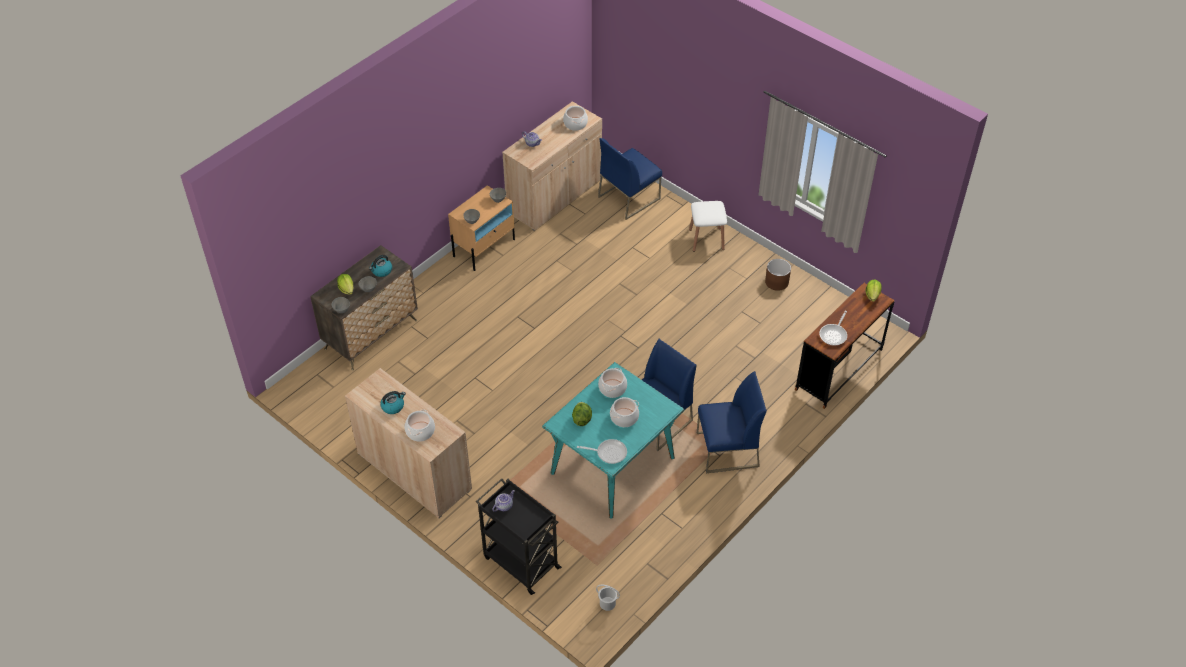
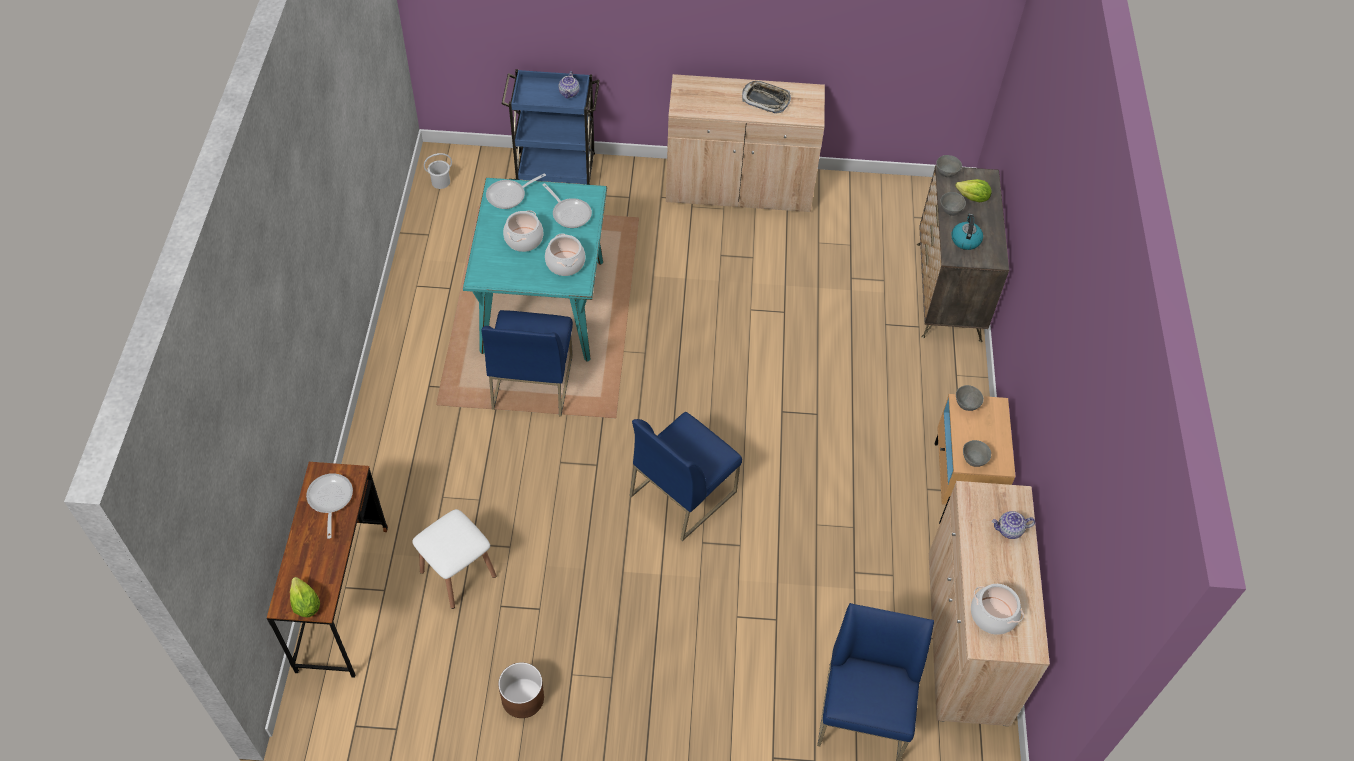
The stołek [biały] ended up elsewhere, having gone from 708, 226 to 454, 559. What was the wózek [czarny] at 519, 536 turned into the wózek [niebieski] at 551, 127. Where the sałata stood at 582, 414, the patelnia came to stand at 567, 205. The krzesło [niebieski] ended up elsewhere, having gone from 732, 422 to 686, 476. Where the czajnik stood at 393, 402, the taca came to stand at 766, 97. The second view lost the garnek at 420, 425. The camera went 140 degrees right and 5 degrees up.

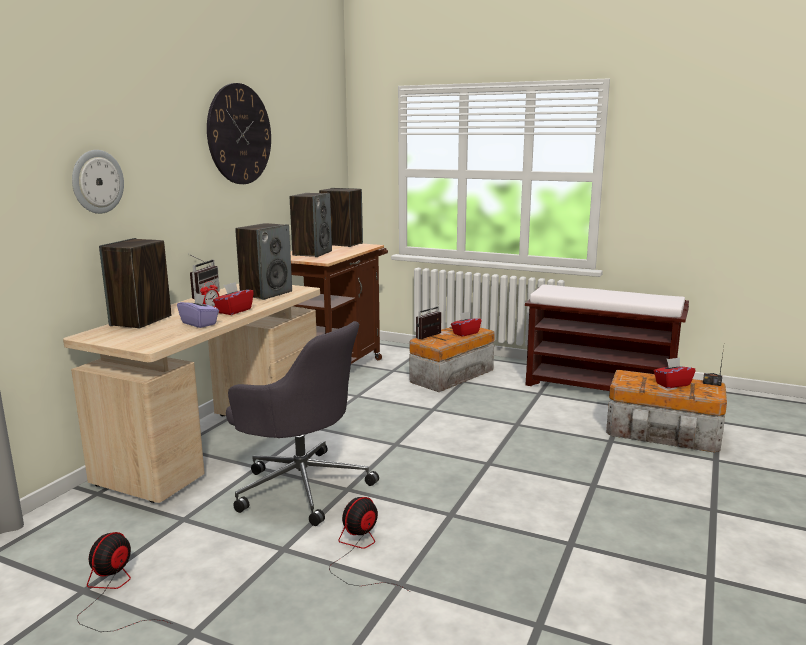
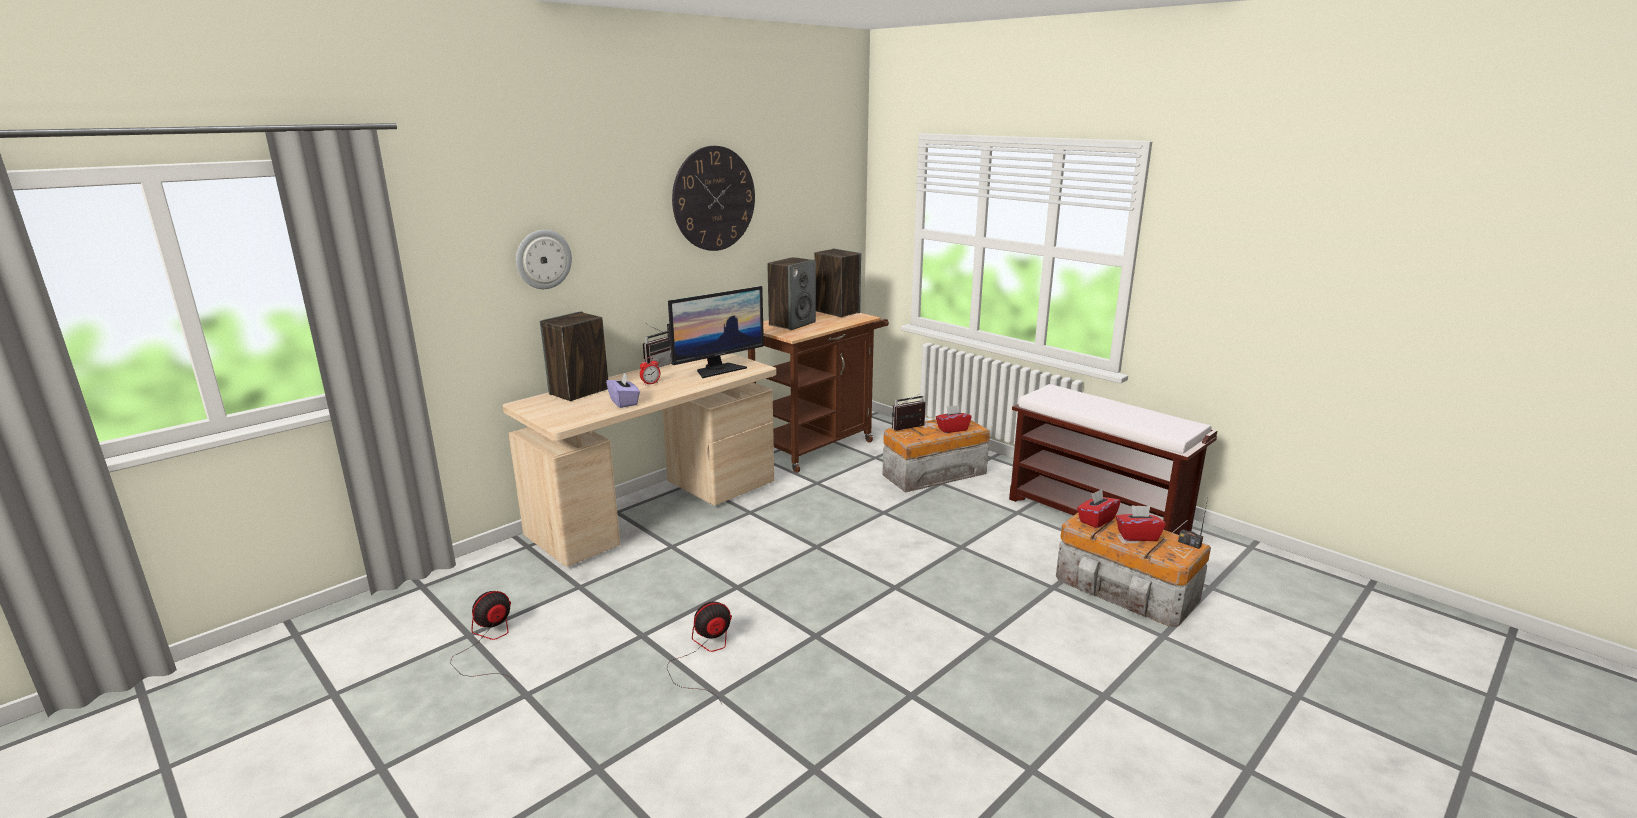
Where the głośnik stood at 263, 261, the monitor came to stand at 715, 332. The pudełko chusteczek [czerwony] ended up elsewhere, having gone from 233, 298 to 1099, 508. The second view lost the krzesło biurowe [szary] at 302, 423. The camera went 20 degrees right and 5 degrees up.

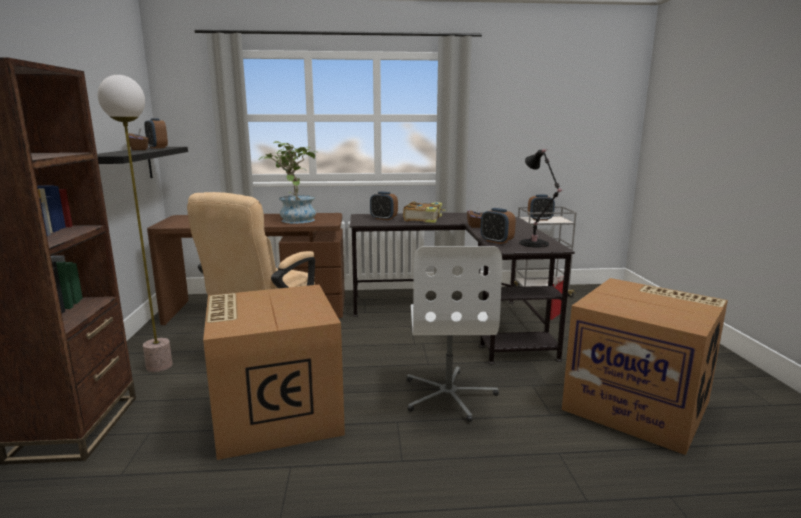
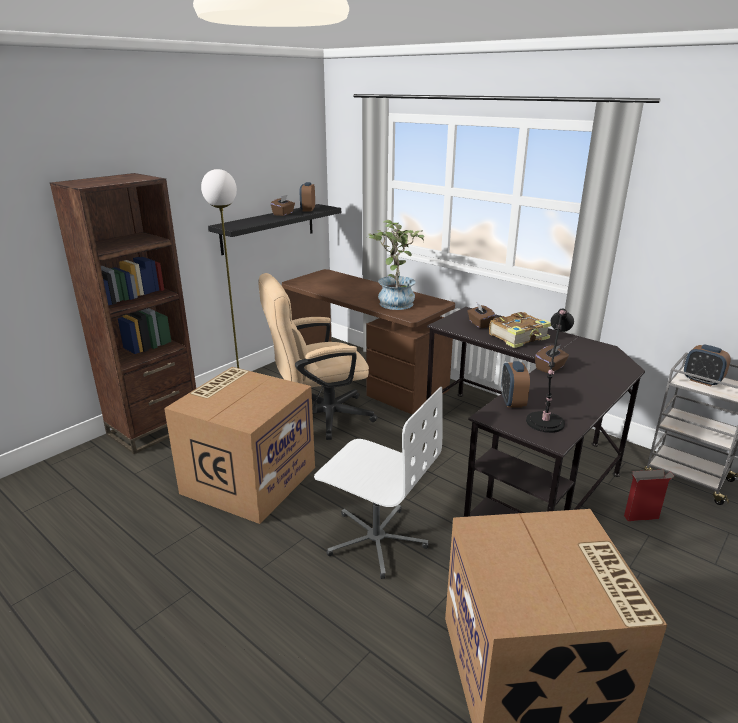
The krzesło biurowe [biały] at 454, 334 ended up facing another way, 105 degrees counterclockwise from before. Where the budzik stood at 384, 206, the pudełko chusteczek [brązowy] came to stand at 481, 315. The camera went 45 degrees right and 10 degrees up.

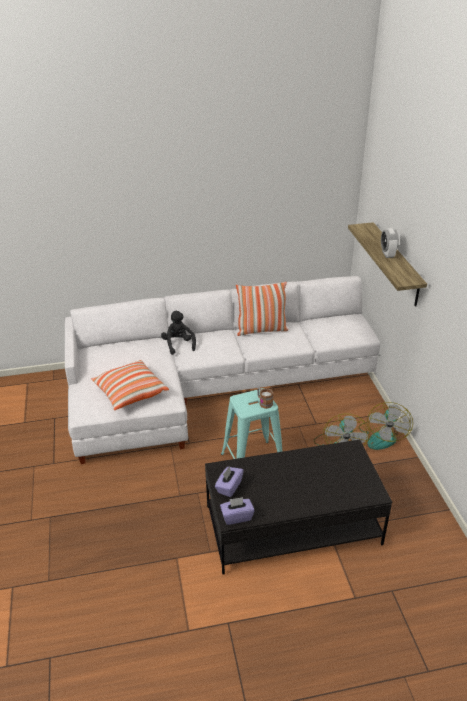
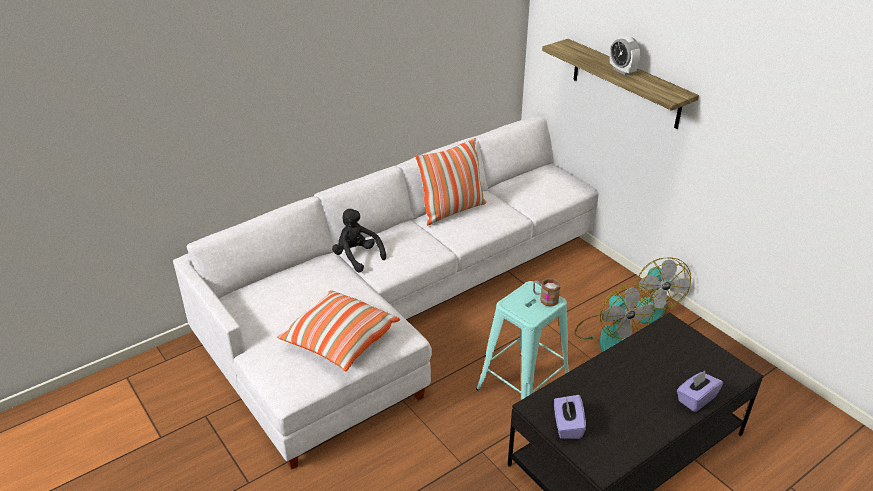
The pudełko chusteczek [fioletowy] ended up elsewhere, having gone from 237, 511 to 700, 391. The camera went 25 degrees left and 0 degrees up.

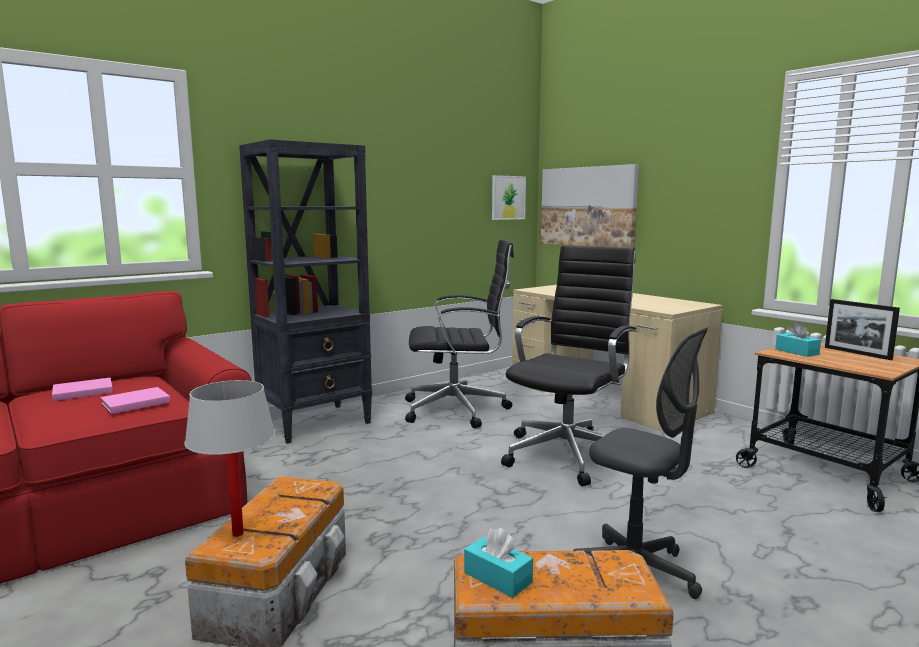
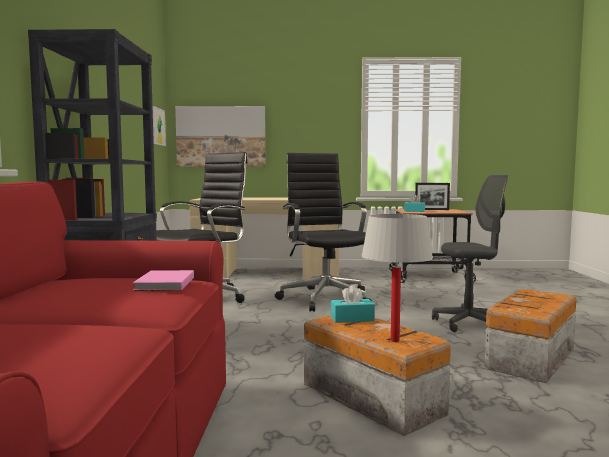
The pudełko chusteczek [turkusowy] ended up elsewhere, having gone from 498, 563 to 353, 304. The second view lost the książka [różowy] at 82, 389. The camera went 50 degrees left and 5 degrees down.

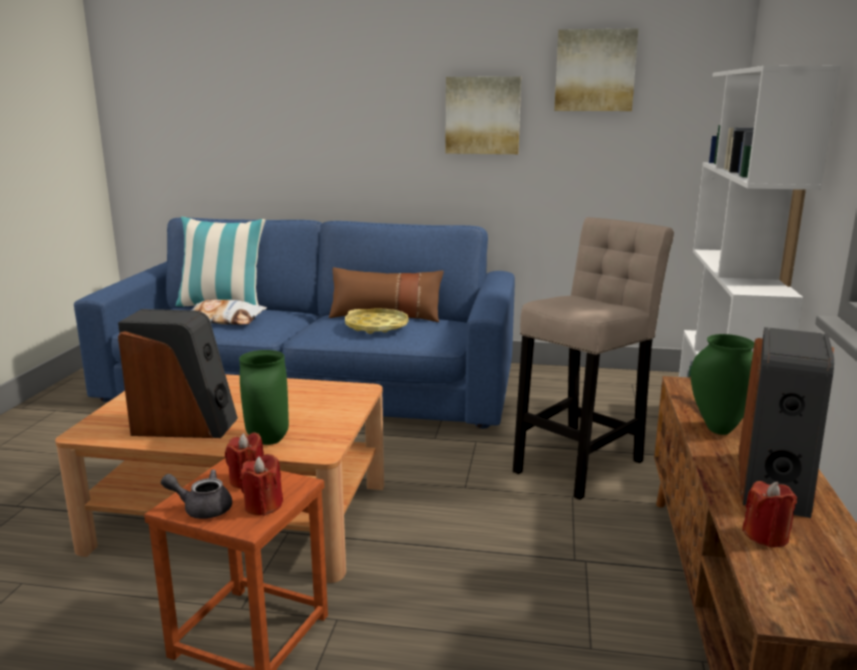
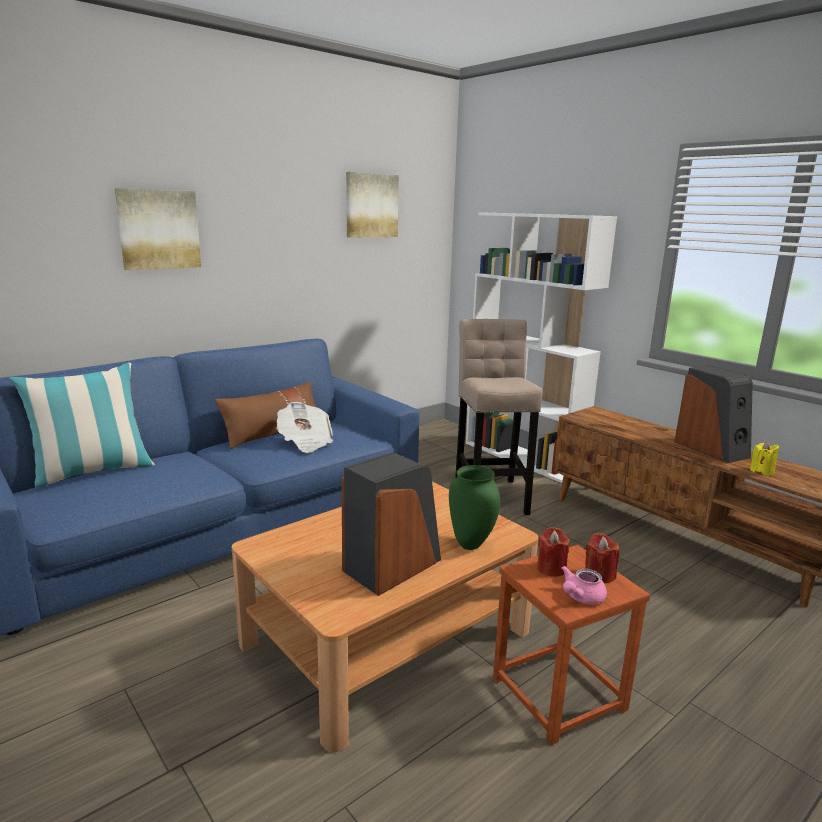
The obraz ended up elsewhere, having gone from 483, 115 to 158, 229. Where the taca [żółty] stood at 376, 321, the gazeta came to stand at 305, 427. What was the imbryk [szary] at 196, 494 turned into the imbryk [różowy] at 584, 585. What was the świeca [czerwony] at 769, 514 turned into the świeca [żółty] at 764, 458. The second view lost the poduszka at 229, 312. The second view lost the wazon [zielony] at 722, 384. The camera went 50 degrees left and 0 degrees up.

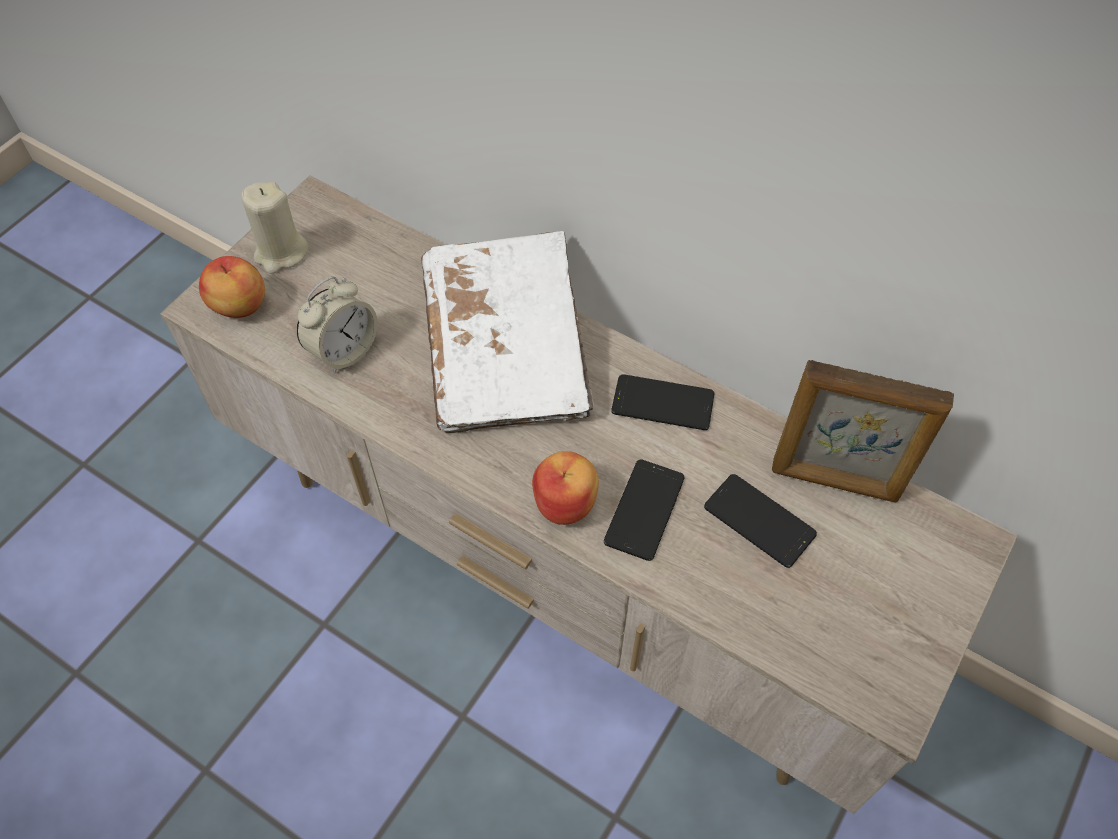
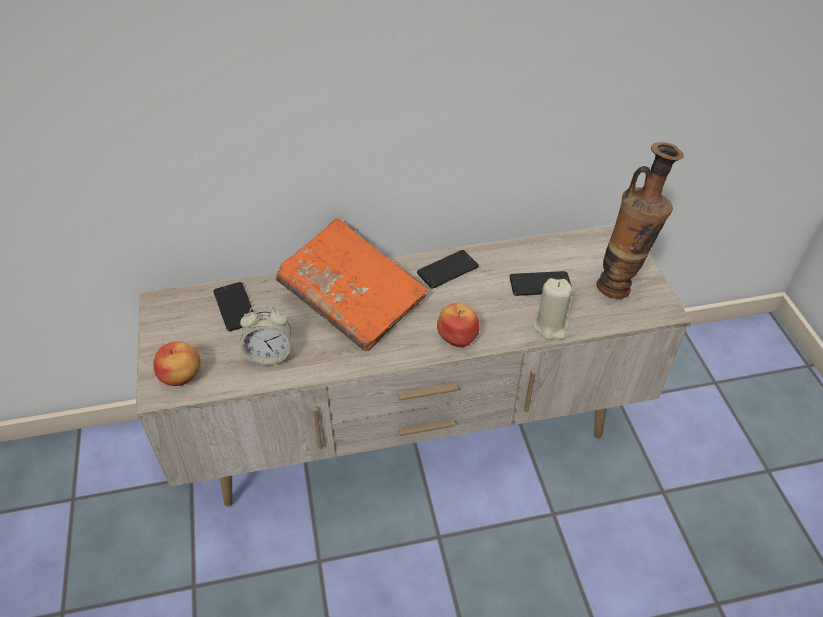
The telefon ended up elsewhere, having gone from 644, 510 to 233, 306. The budzik at 337, 325 ended up facing another way, 90 degrees clockwise from before. What was the książka [biały] at 507, 332 turned into the książka [pomarańczowy] at 352, 284. The świeca [beżowy] ended up elsewhere, having gone from 275, 228 to 552, 309. The second view gained the wazon at 640, 220. The second view lost the ramka na zdjęcie at 863, 431. The camera went 45 degrees left and 10 degrees down.

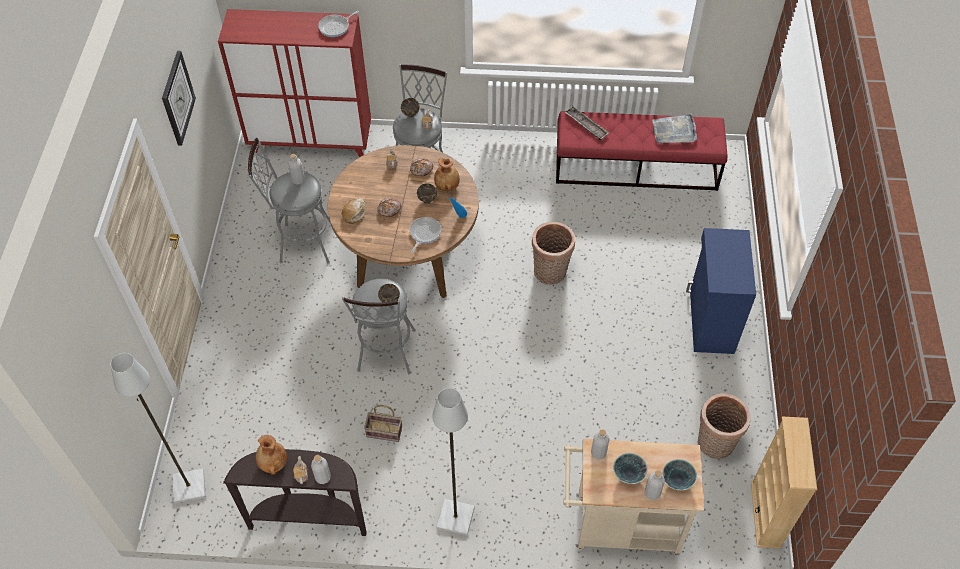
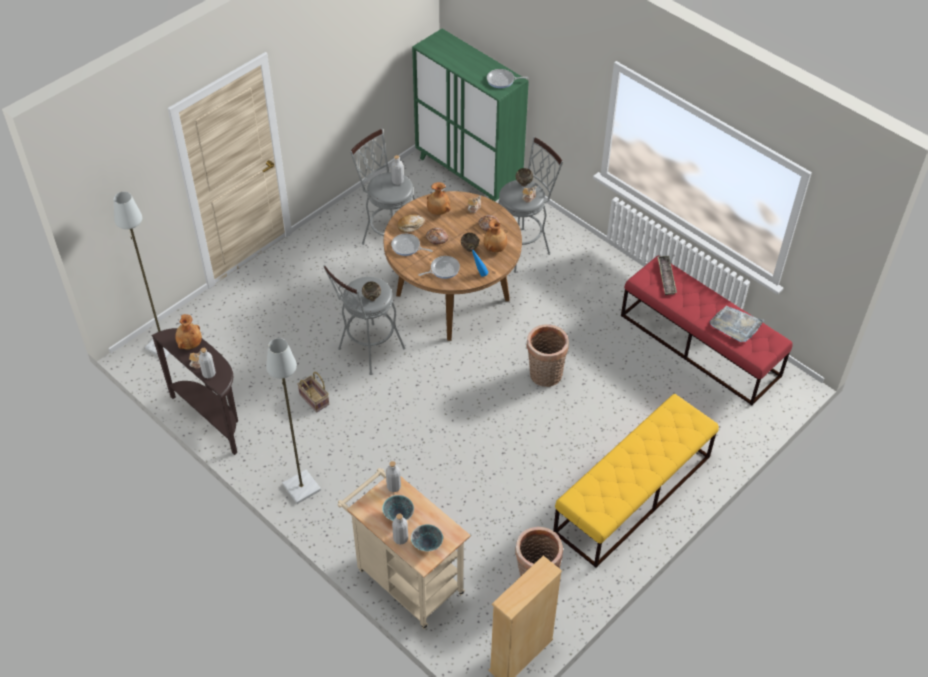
The second view gained the patelnia at 412, 245. What was the szafka [czerwony] at 294, 83 turned into the szafka [zielony] at 470, 115. The second view gained the wazon [brązowy] at 439, 198. Where the szafka [niebieski] stood at 721, 291, the ławka [żółty] came to stand at 636, 481. The second view lost the zegar ścienny at 179, 98. The camera went 40 degrees right and 5 degrees down.

